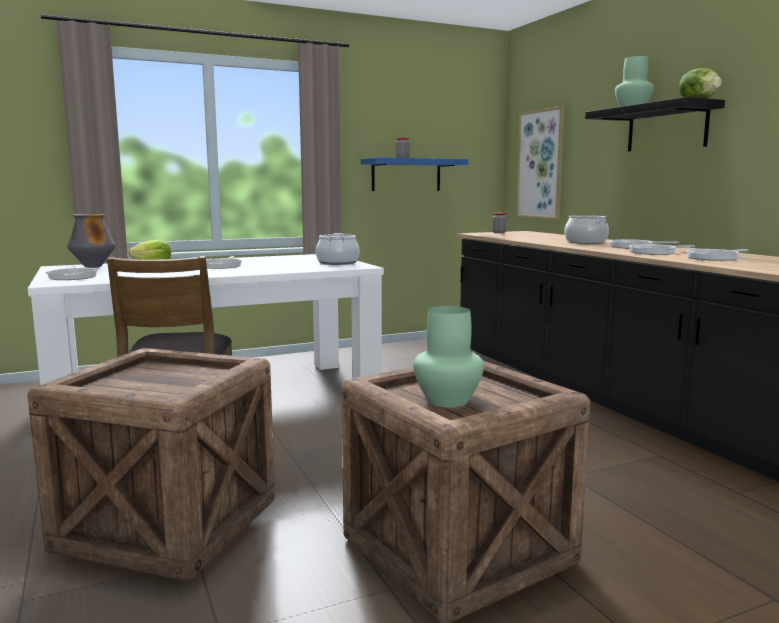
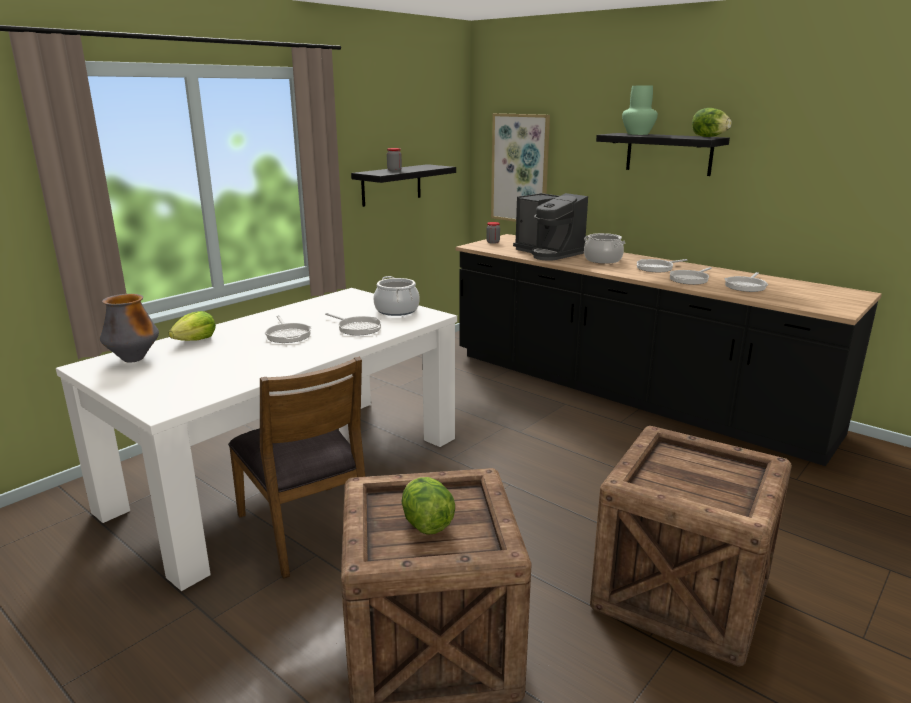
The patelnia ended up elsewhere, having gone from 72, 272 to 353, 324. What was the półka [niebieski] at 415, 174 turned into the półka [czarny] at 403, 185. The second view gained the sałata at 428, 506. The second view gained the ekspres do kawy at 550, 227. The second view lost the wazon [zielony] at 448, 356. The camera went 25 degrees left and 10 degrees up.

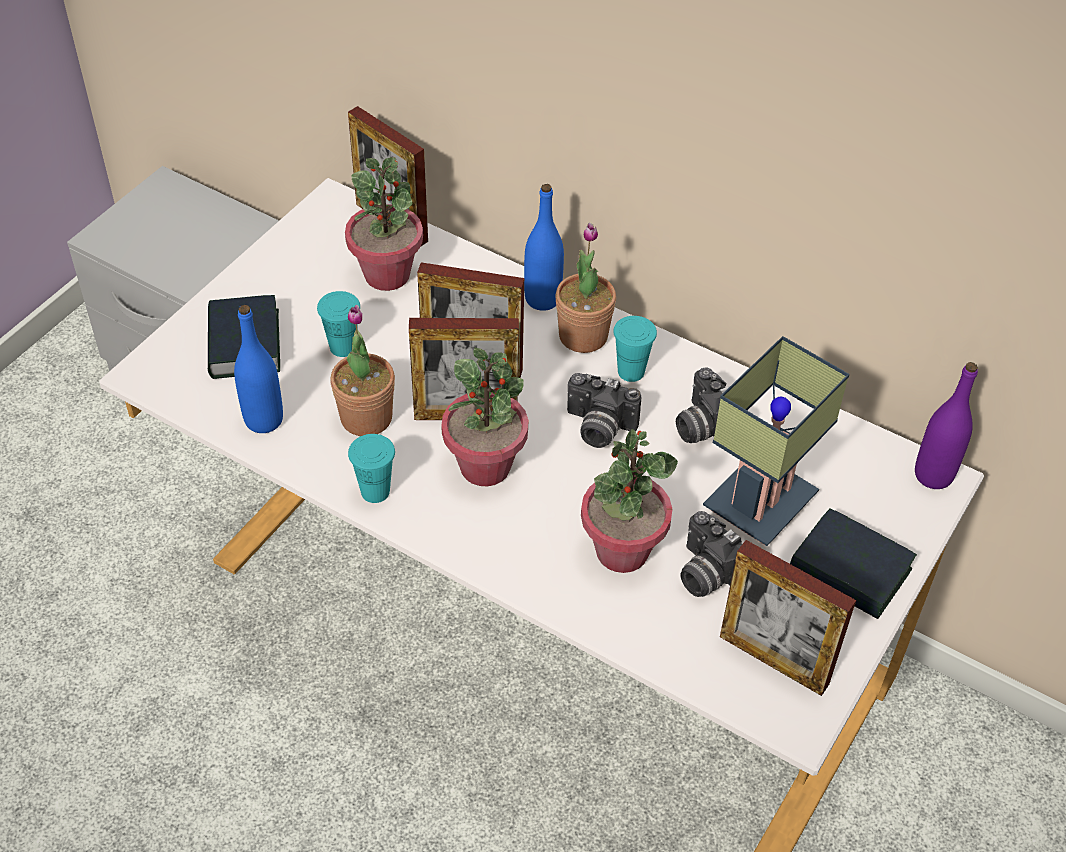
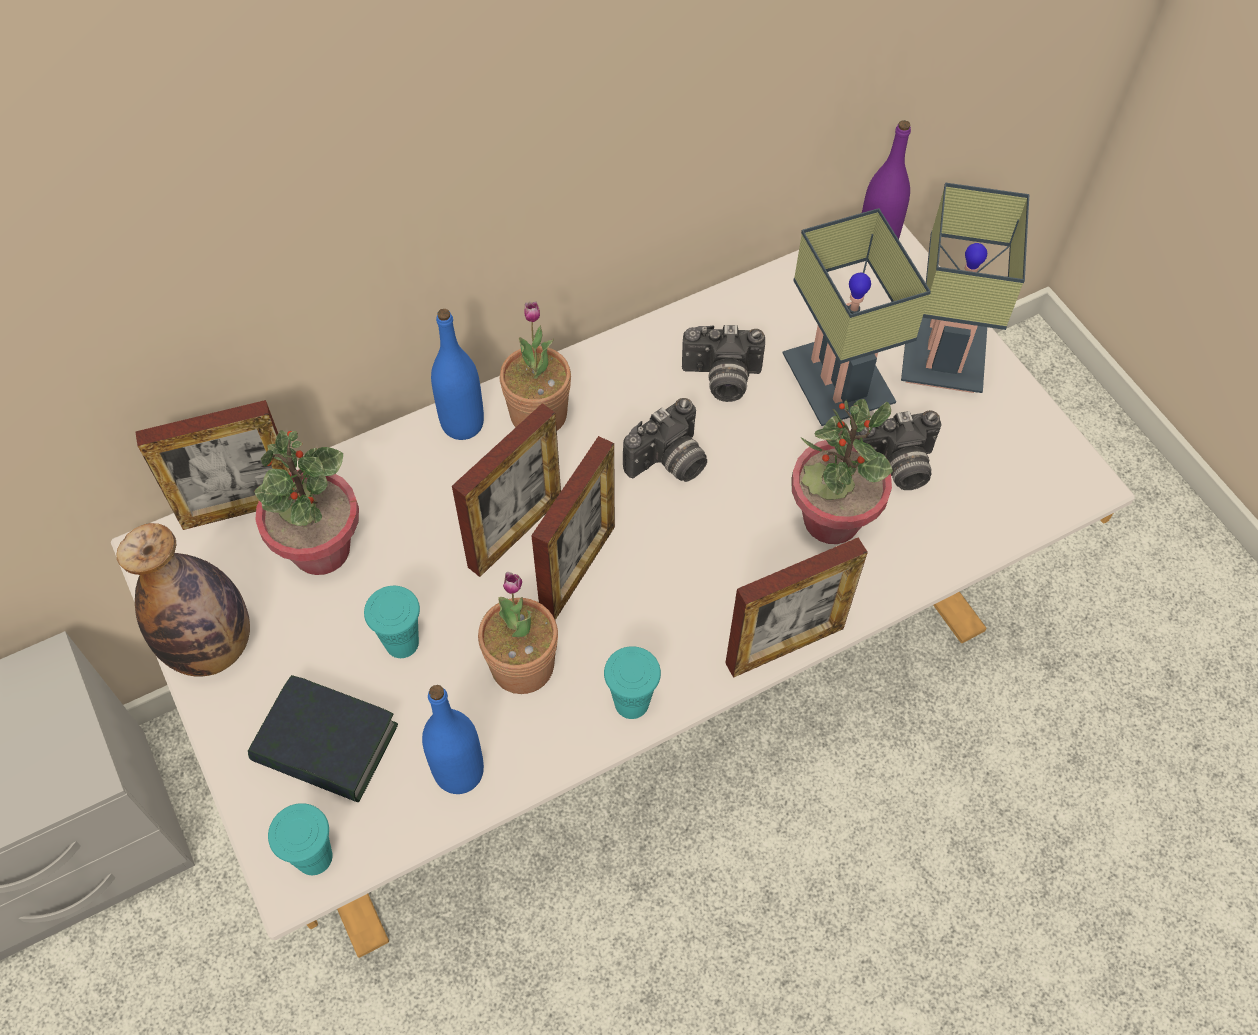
The second view gained the butelka at 183, 599. The filiżanka [turkusowy] ended up elsewhere, having gone from 635, 349 to 300, 839. The ramka na zdjęcie ended up elsewhere, having gone from 788, 618 to 796, 608. Where the książka stood at 853, 564, the lampa stołowa came to stand at 965, 288. The second view lost the roślina doniczkowa at 484, 417. The camera went 60 degrees left and 10 degrees up.

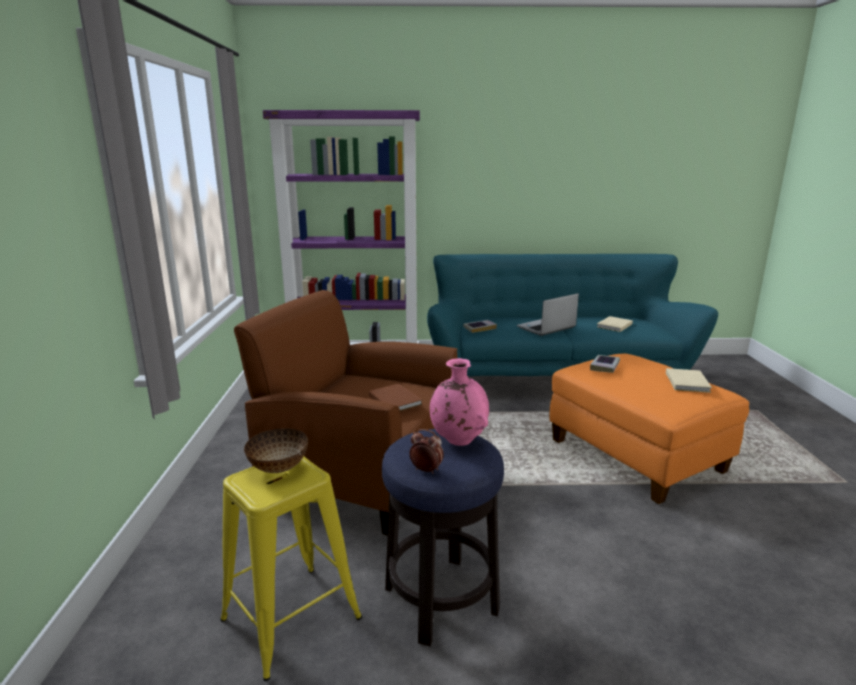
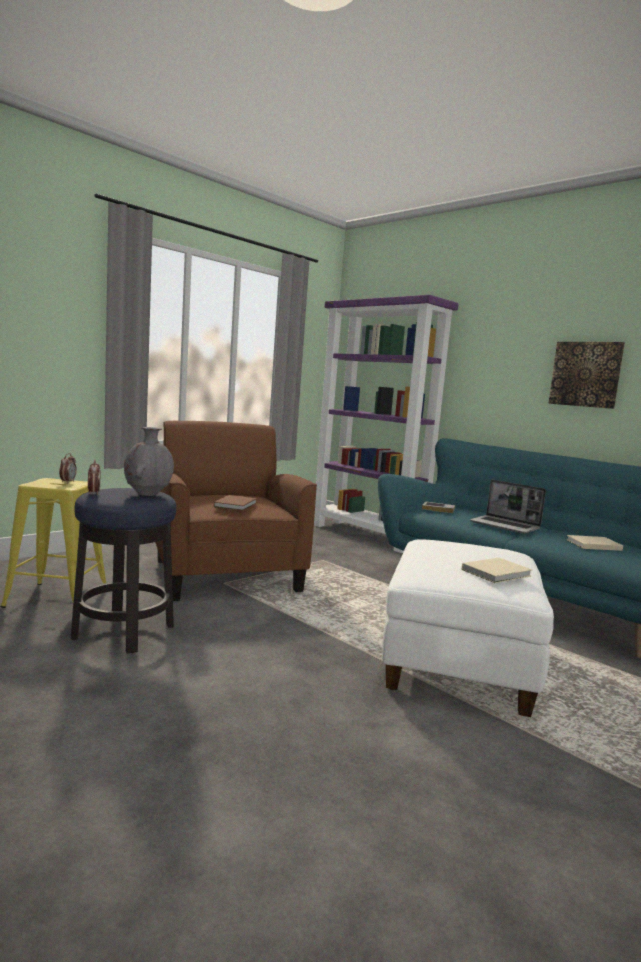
Where the miska stood at 276, 450, the budzik came to stand at 68, 468. What was the wazon [różowy] at 459, 402 turned into the wazon [szary] at 149, 461. What was the pufa [pomarańczowy] at 649, 428 turned into the pufa [biały] at 468, 628. The laptop at 548, 314 ended up facing another way, 150 degrees counterclockwise from before. The second view gained the obraz at 586, 375. The second view lost the książka at 605, 364. The camera went 45 degrees right and 10 degrees down.

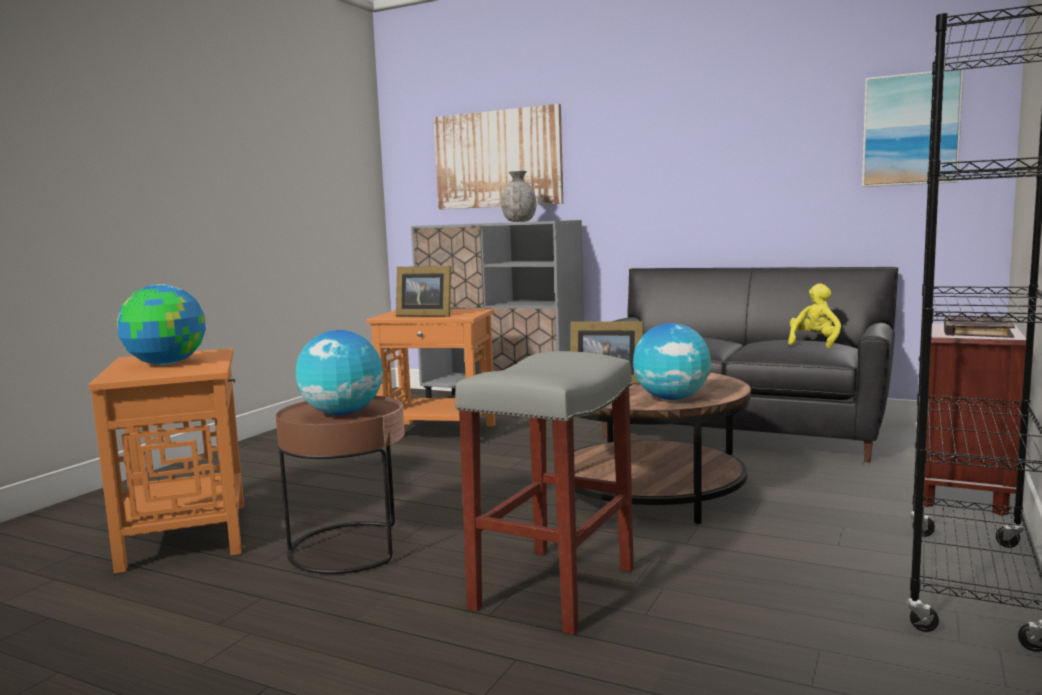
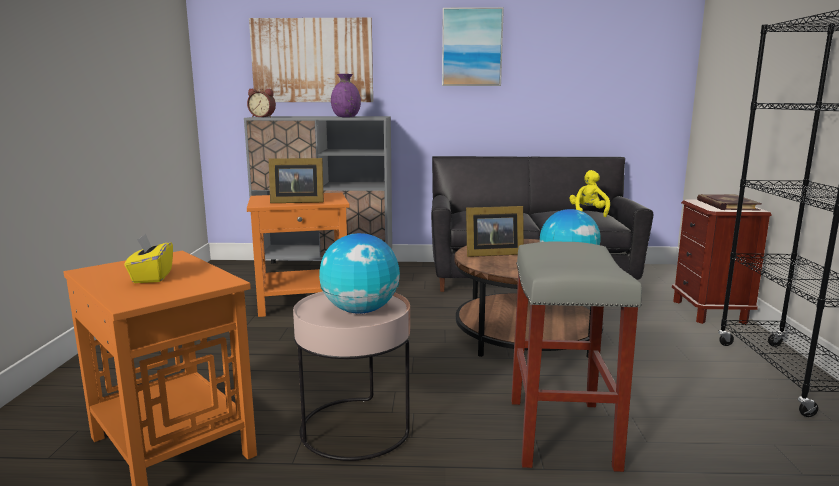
Where the globus stood at 161, 324, the pudełko chusteczek [żółty] came to stand at 148, 258. The second view gained the budzik at 261, 103. What was the stolik [brązowy] at 340, 485 turned into the stolik [różowy] at 351, 376. What was the wazon [szary] at 519, 196 turned into the wazon [fioletowy] at 346, 95. The obraz ended up elsewhere, having gone from 913, 127 to 473, 46. The camera went 25 degrees left and 5 degrees up.

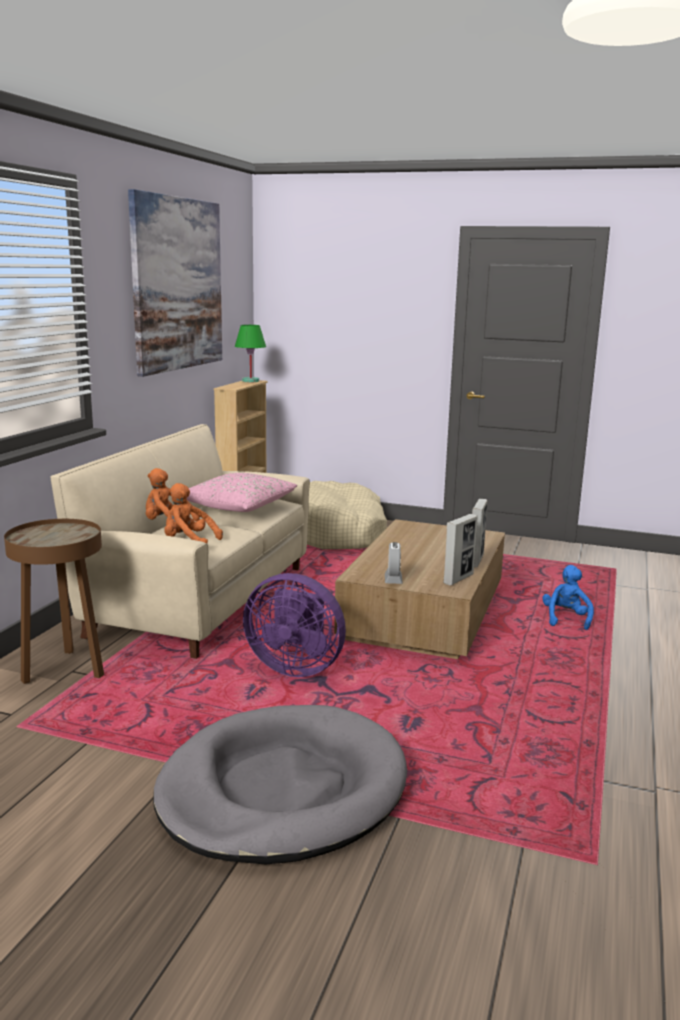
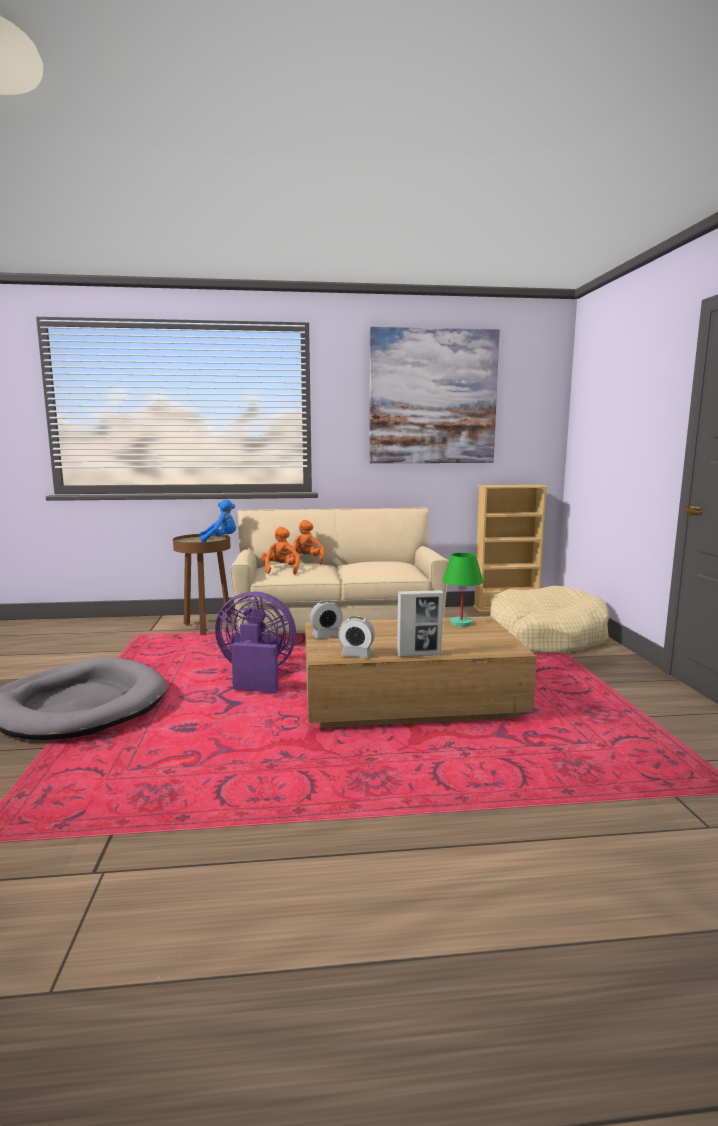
The pluszak [niebieski] ended up elsewhere, having gone from 568, 597 to 218, 520. The wentylator [fioletowy] at 294, 625 ended up facing another way, 105 degrees clockwise from before. Where the ramka na zdjęcie stood at 460, 549, the budzik came to stand at 356, 637. The lampa stołowa [zielony] ended up elsewhere, having gone from 250, 353 to 463, 590. The second view lost the poduszka [różowy] at 242, 492. The camera went 65 degrees right and 5 degrees down.

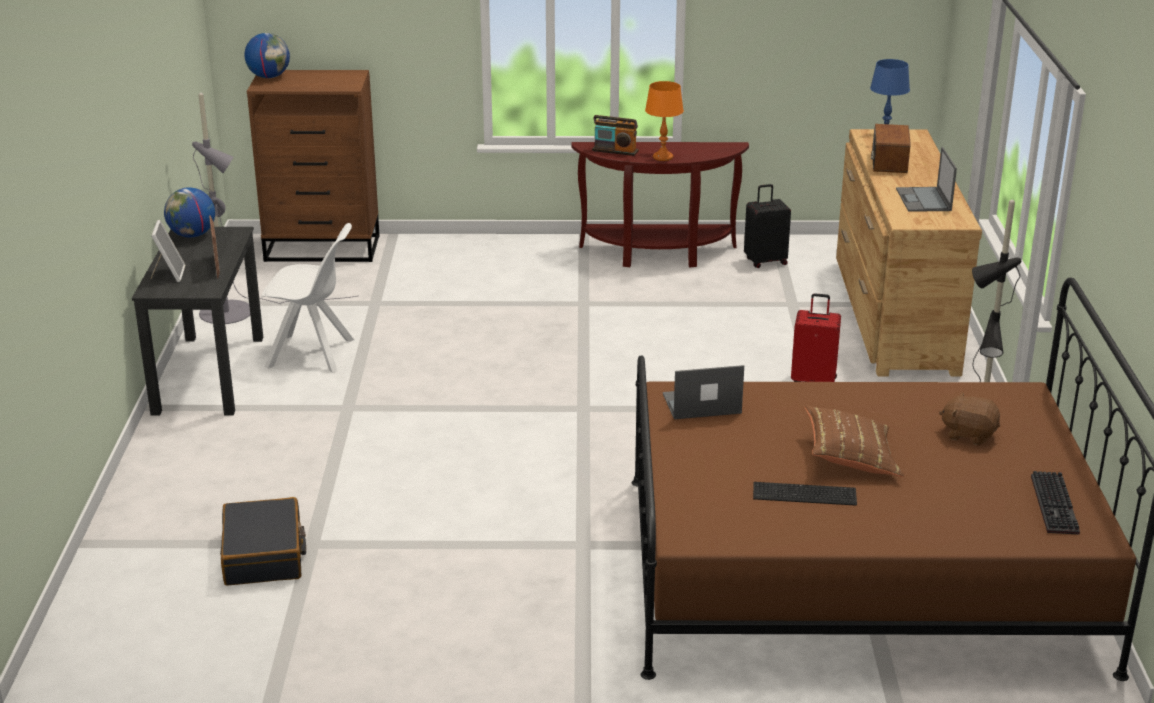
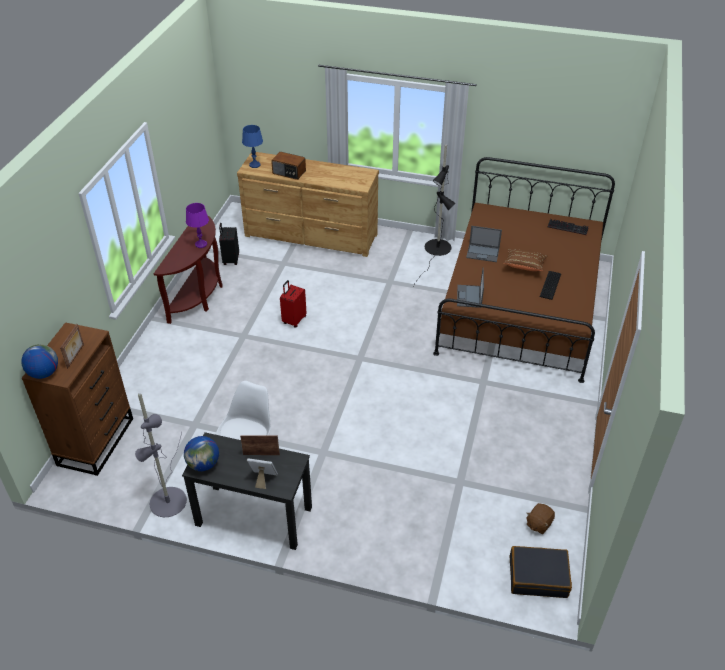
The second view gained the ramka na zdjęcie at 72, 346. What was the lampa stołowa [pomarańczowy] at 664, 121 turned into the lampa stołowa [fioletowy] at 197, 225. The walizka [czerwony] ended up elsewhere, having gone from 816, 337 to 293, 304. The laptop ended up elsewhere, having gone from 926, 179 to 484, 244. The walizka [czarny] ended up elsewhere, having gone from 263, 541 to 541, 572. The pluszak [brązowy] ended up elsewhere, having gone from 969, 418 to 541, 518. The second view lost the radio at 615, 135. The camera went 75 degrees left and 15 degrees up.

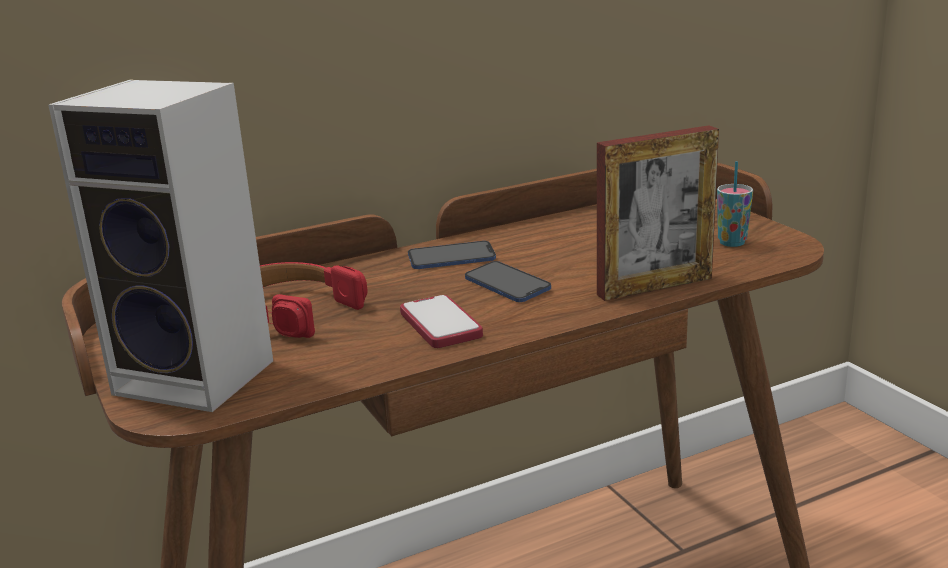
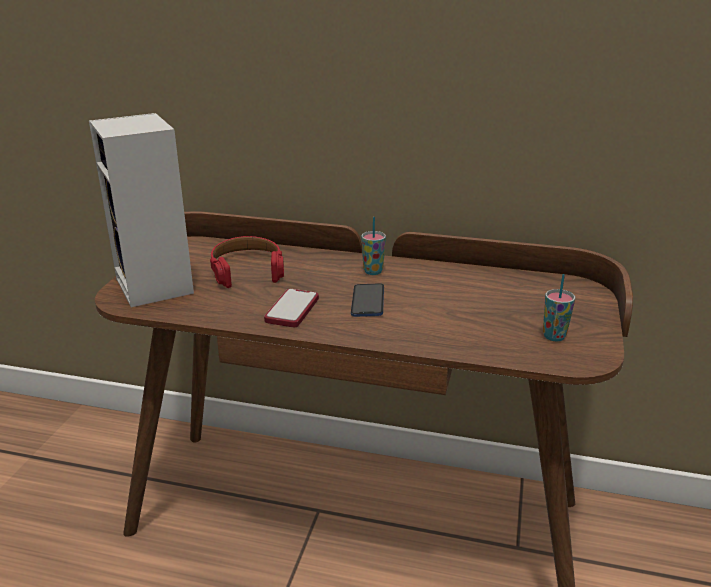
Where the telefon stood at 452, 255, the filiżanka came to stand at 373, 246. The second view lost the ramka na zdjęcie at 658, 213. The camera went 40 degrees right and 5 degrees up.

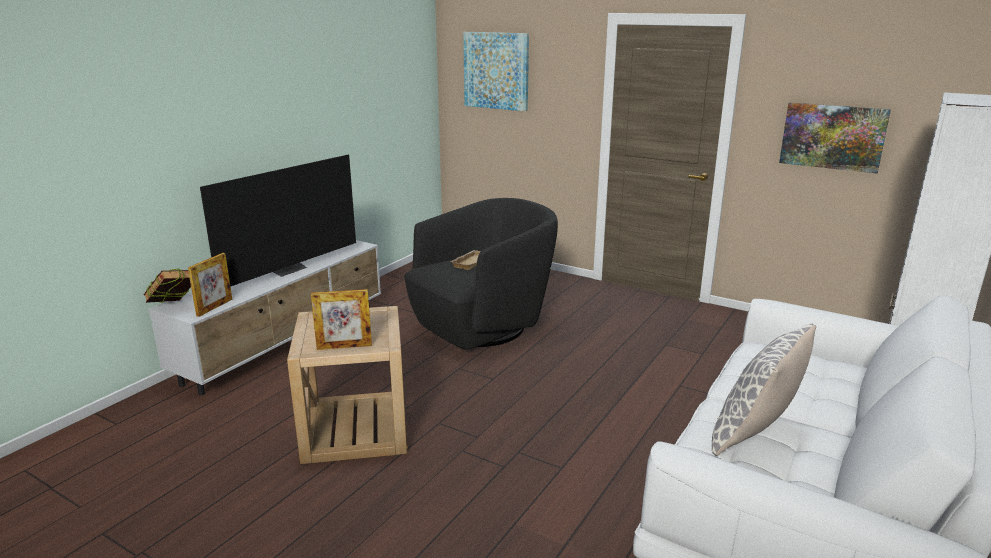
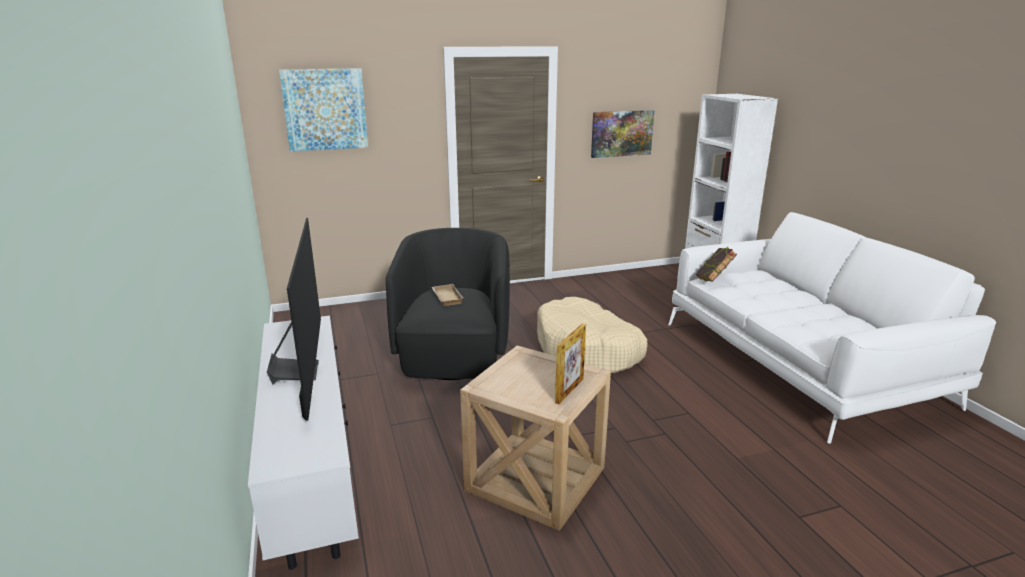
The second view gained the legowisko [beżowy] at 592, 335. The książka ended up elsewhere, having gone from 167, 286 to 716, 264. The second view lost the ramka na zdjęcie at 210, 285. The second view lost the poduszka at 764, 389. The camera went 50 degrees left and 0 degrees up.

